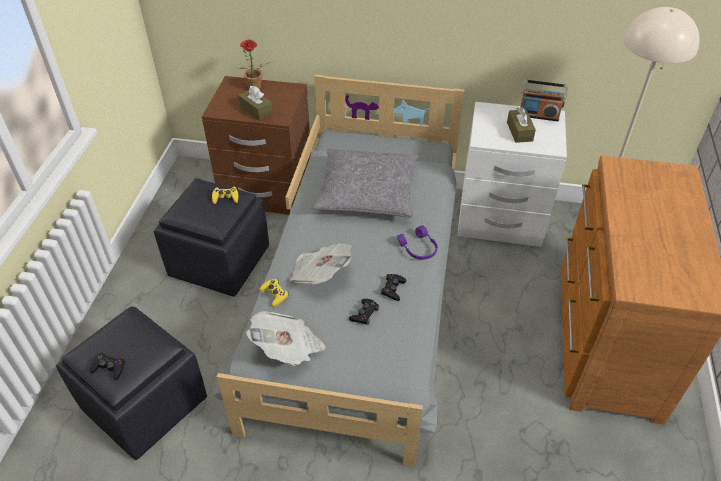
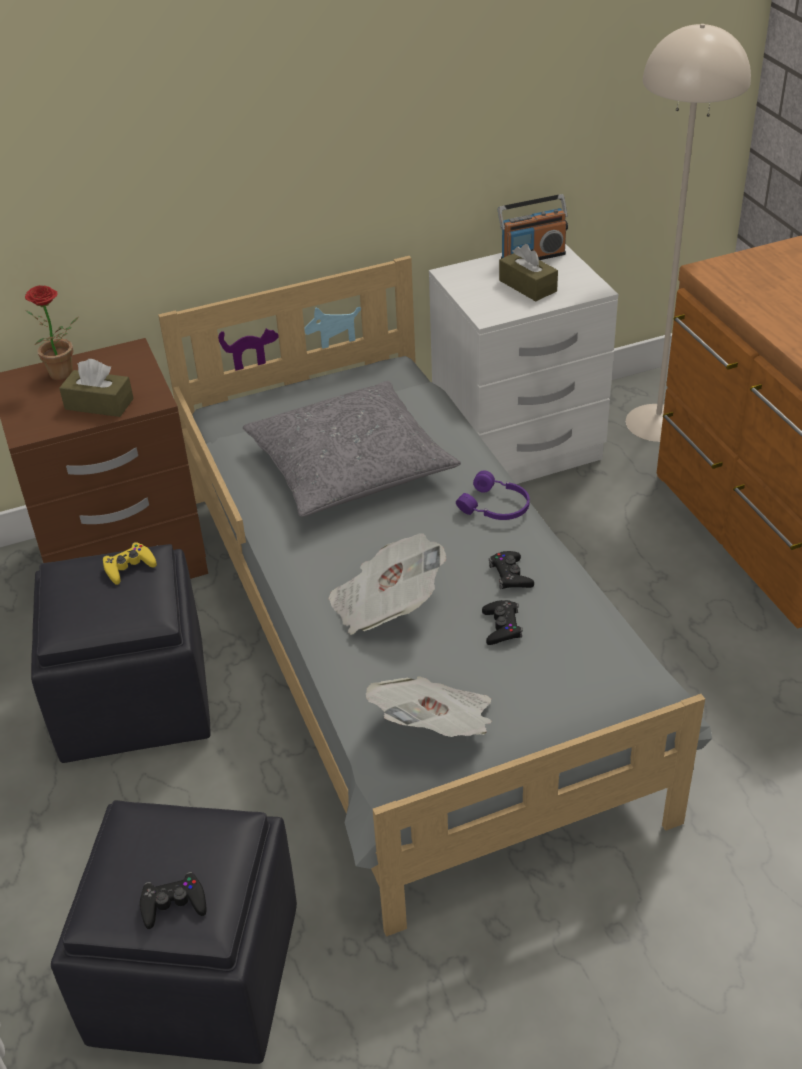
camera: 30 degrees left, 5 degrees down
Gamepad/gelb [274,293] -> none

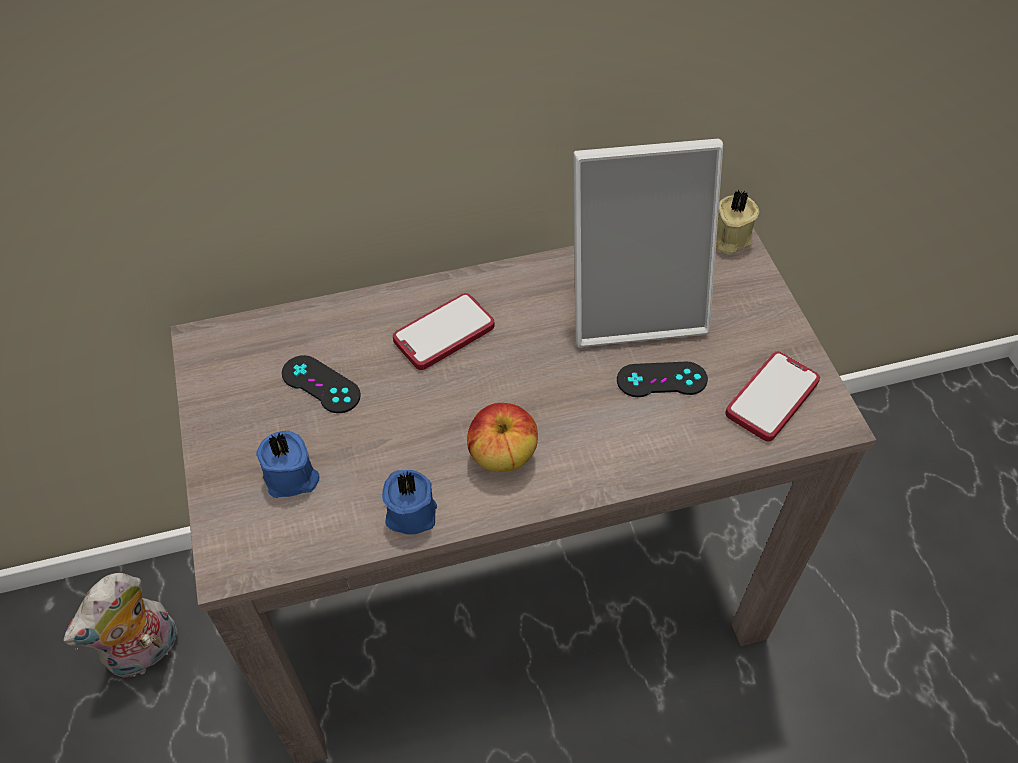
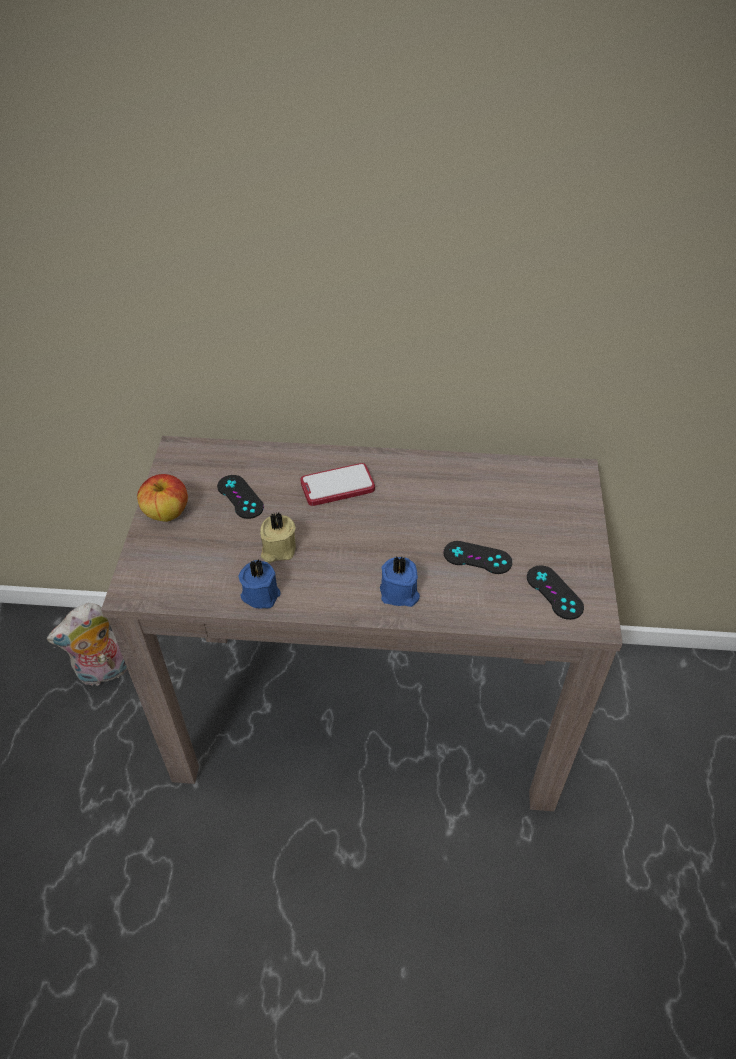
camera: 20 degrees right, 5 degrees down
Bilderrahmen [648,243] -> none
Kerze/blau [287,464] -> Kerze/blau [400,581], shifted
Apfel [502,437] -> Apfel [162,498], shifted
Kerze/beige [738,222] -> Kerze/beige [278,537], shifted
Handy [772,396] -> Gamepad/schwarz [555,592]

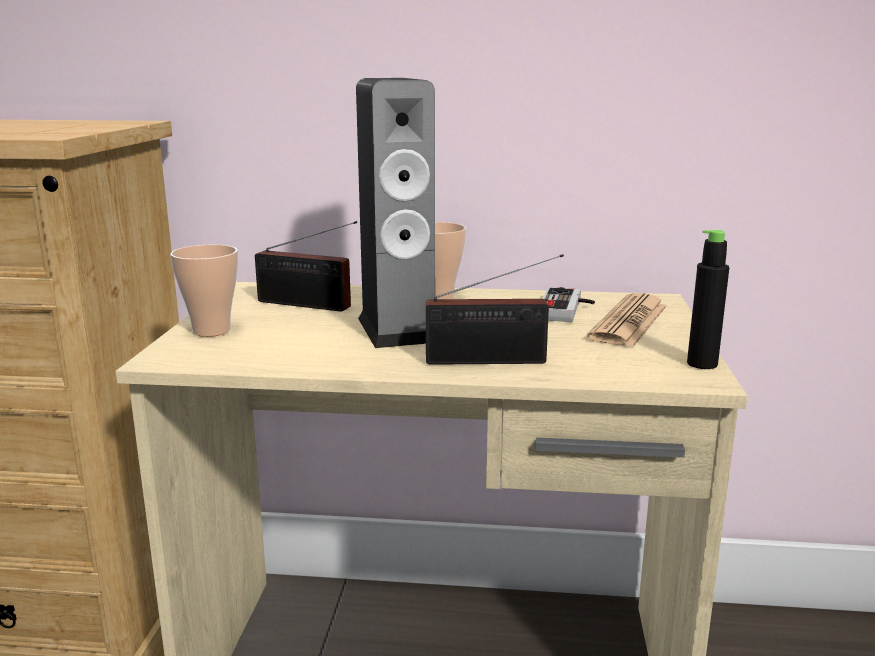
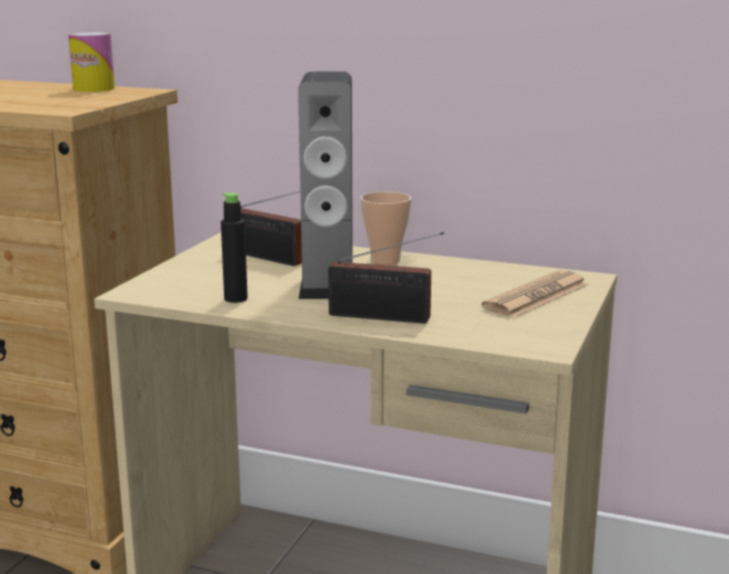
camera: 15 degrees right, 0 degrees up
Tasse [204,290] -> none
Gamepad [568,304] -> none
none -> Dose [91,62]
Flasche/schwarz [708,299] -> Flasche/schwarz [234,248], shifted

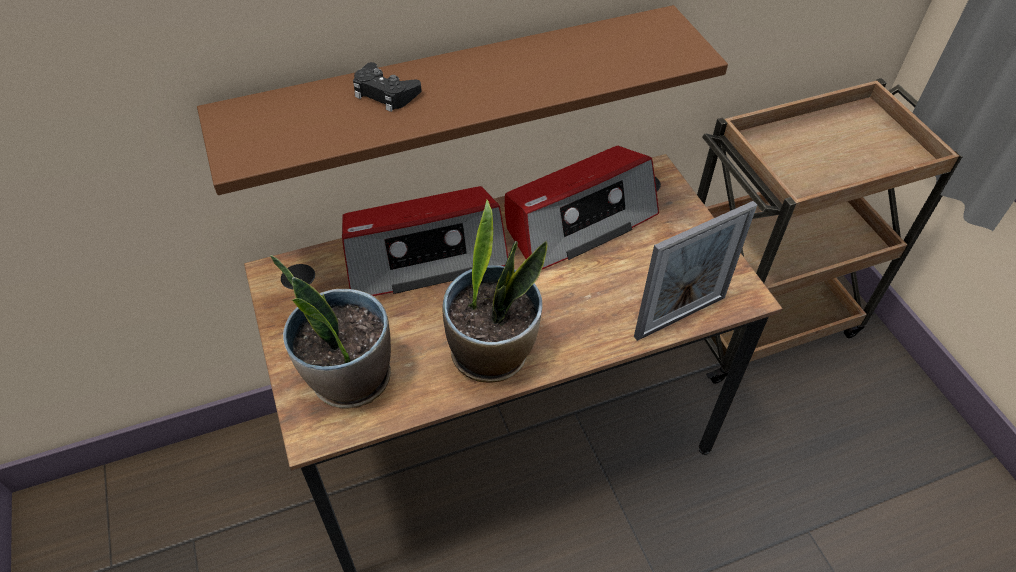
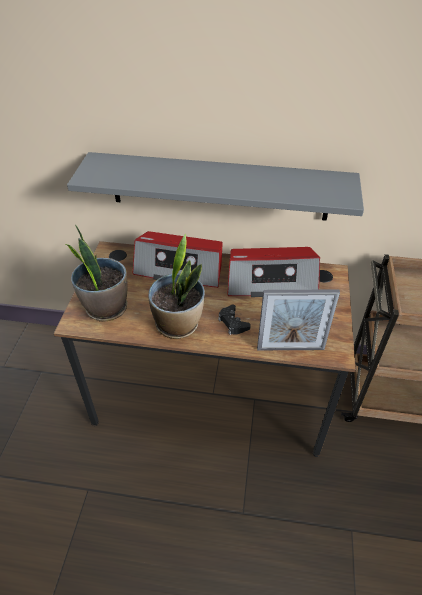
camera: 30 degrees right, 5 degrees down
Gamepad/schwarz [387,87] -> Gamepad/schwarz [234,320], shifted
Wandregal/braun [462,100] -> Wandregal/grau [215,186]

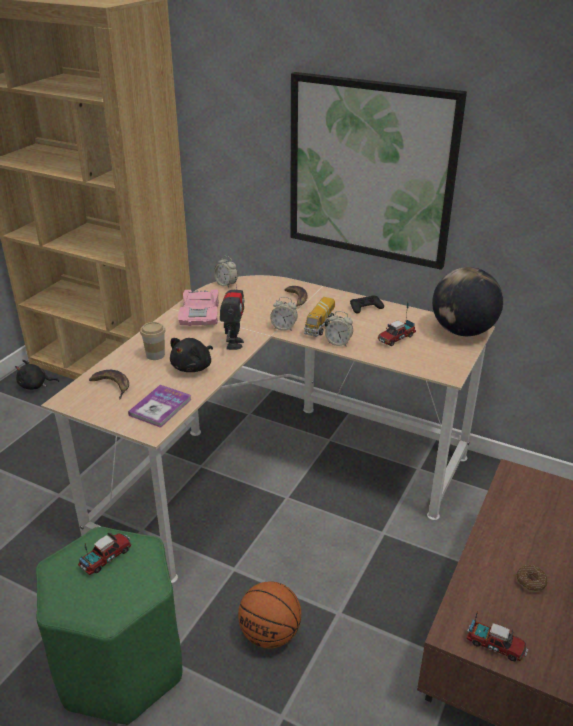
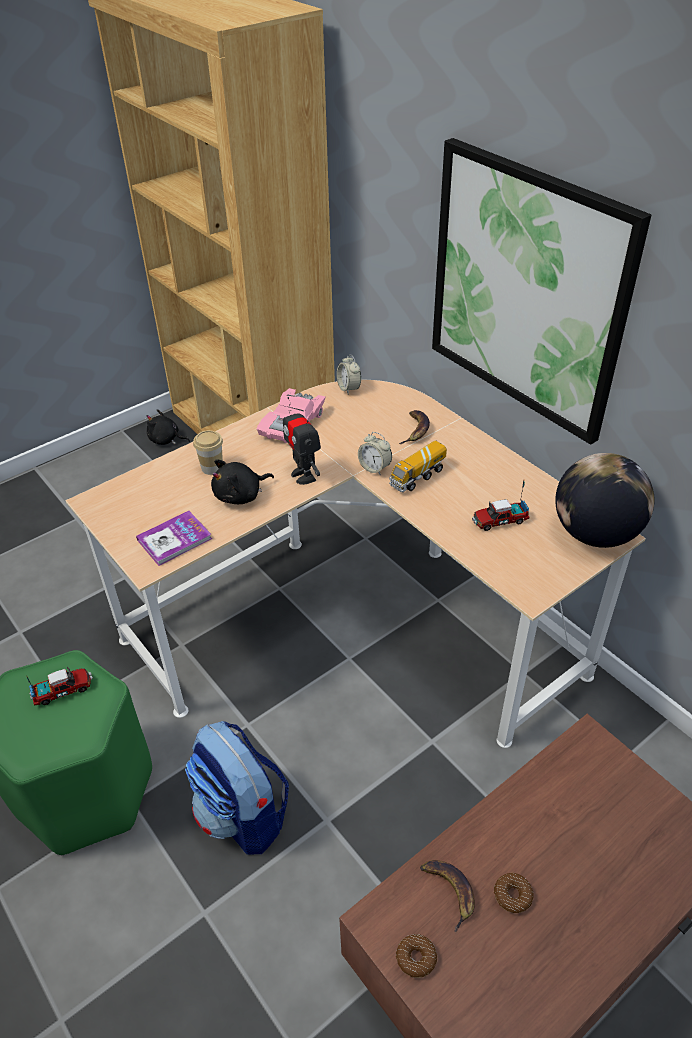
camera: 25 degrees right, 10 degrees up
Wecker [339,328] -> none
Gamepad/schwarz [367,305] -> none
Banane [109,385] -> Banane [447,896], shifted
Basketball [269,614] -> Rucksack [237,788]
Spielzeuglaster [497,636] -> Donut [416,956]
Spielzeugroboter [232,313] -> Spielzeugroboter [302,441], 120 degrees clockwise

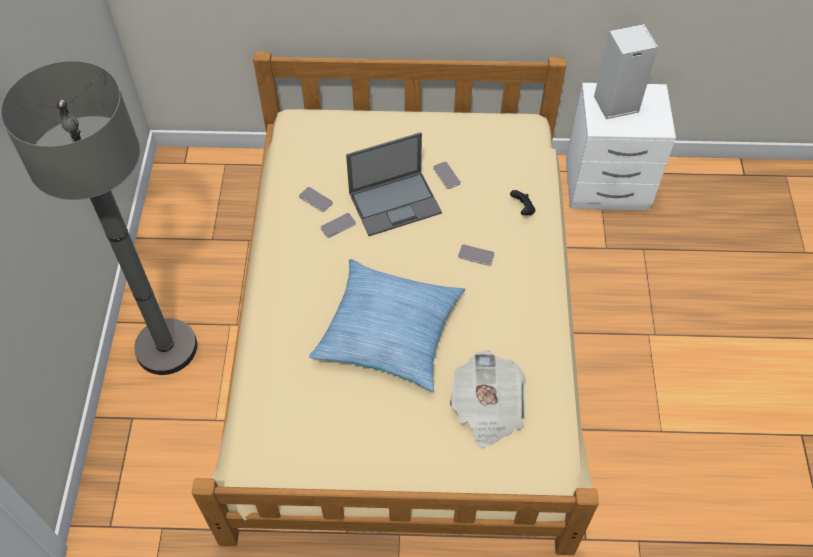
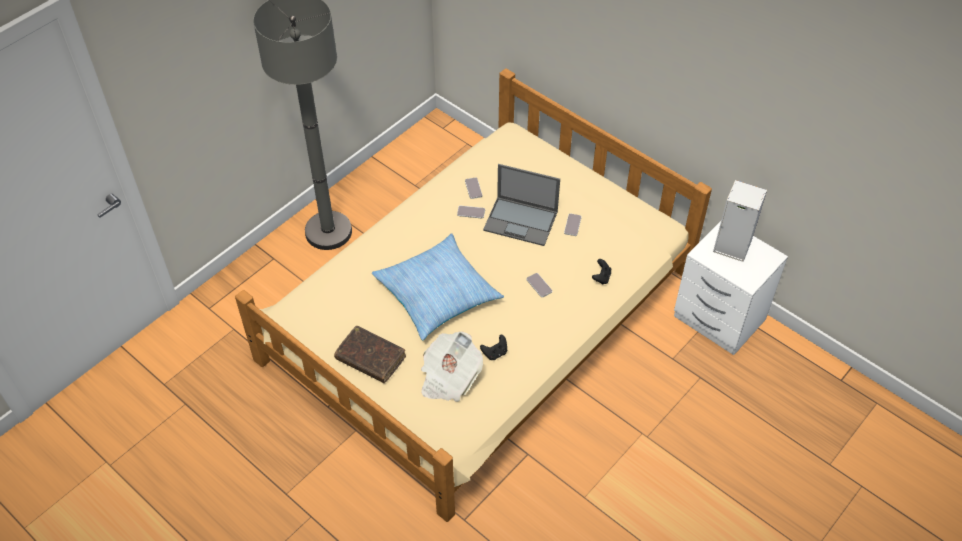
camera: 40 degrees right, 5 degrees down
none -> Buch/braun [370,354]
none -> Gamepad/schwarz [493,347]

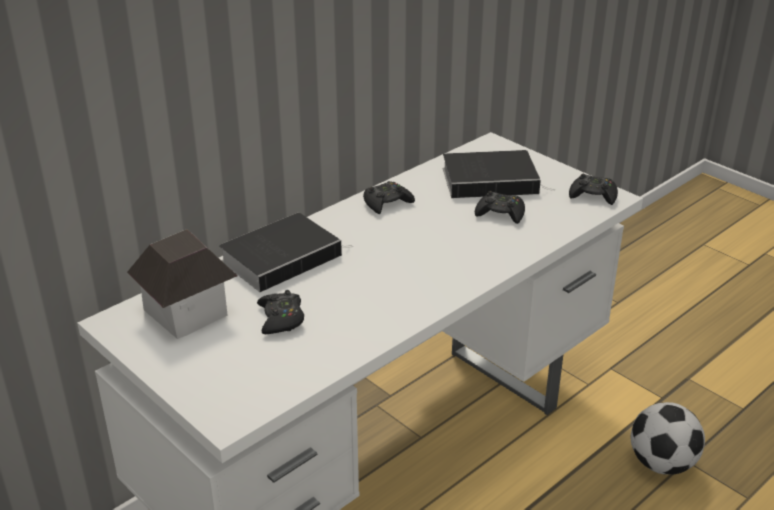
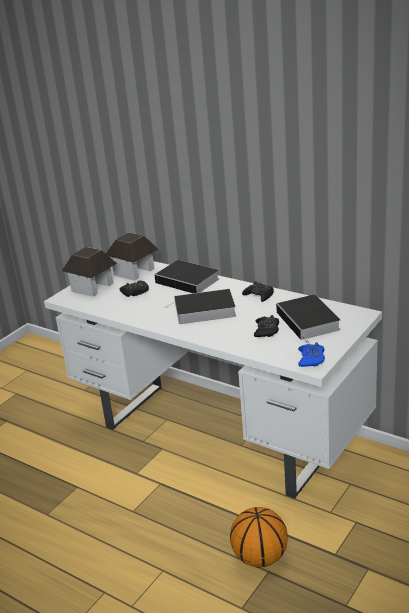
camera: 80 degrees right, 5 degrees down
none -> Spielzeughaus [89,272]
none -> Buch [200,306]
Fußball [668,438] -> Basketball [259,537]
Gamepad/schwarz [593,189] -> Gamepad/blau [311,354]

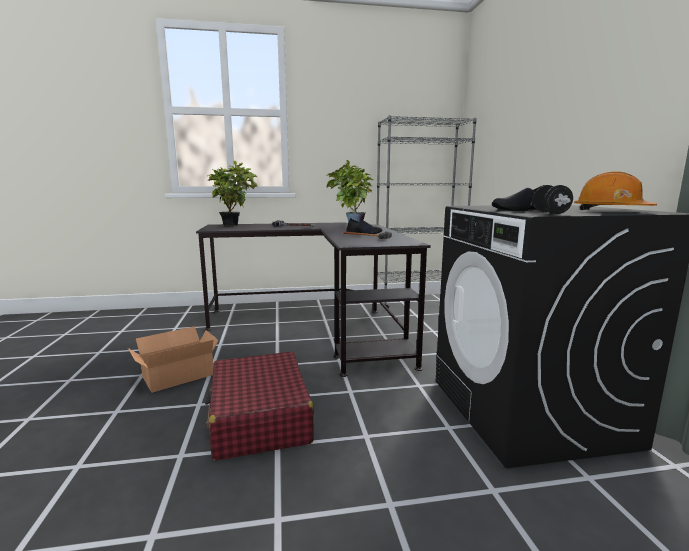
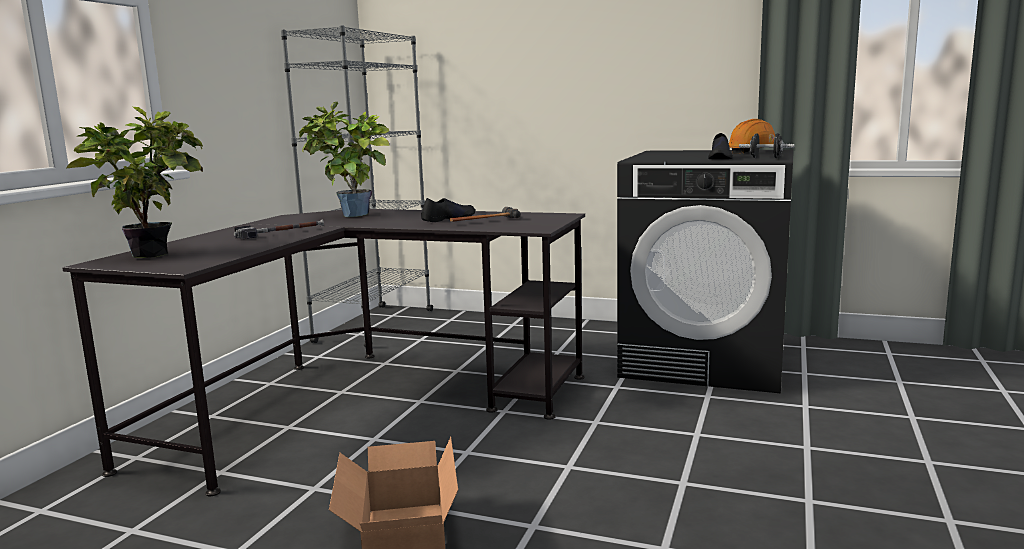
camera: 60 degrees left, 0 degrees up
Koffer/rot [259,406] -> none

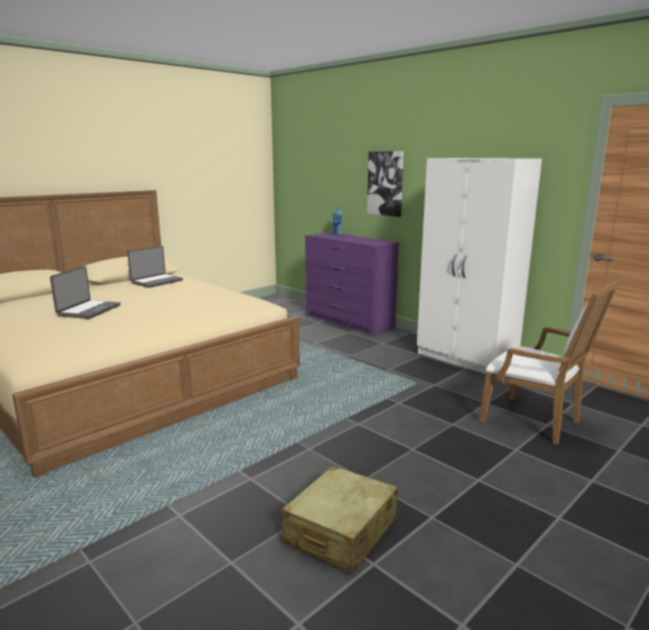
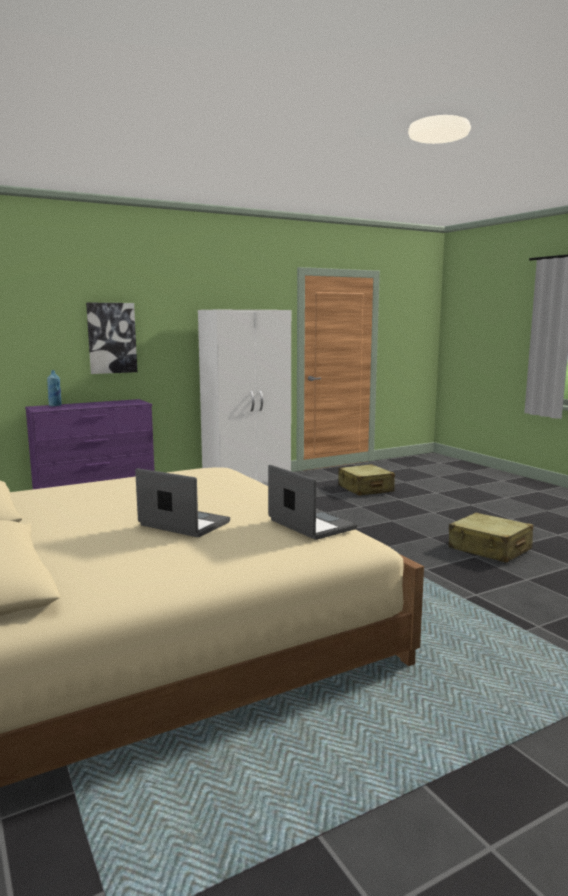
camera: 75 degrees left, 5 degrees down
Laptop [155,267] -> Laptop [313,502], shifted
Sessel/weiß [548,363] -> Koffer/beige [366,480]

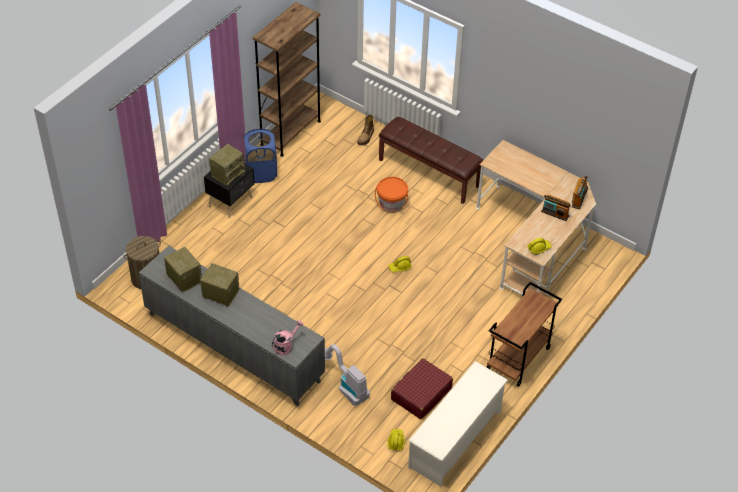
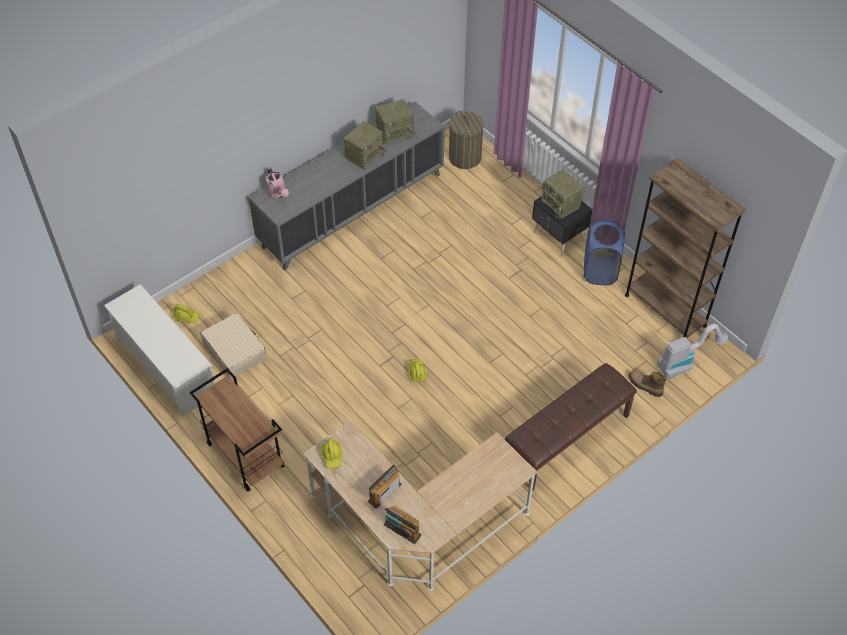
camera: 105 degrees right, 5 degrees up
Eimer/orange [391,195] -> none
Staubsauger [347,375] -> Staubsauger [692,351], shifted
Koffer/rot [422,388] -> Koffer/beige [233,346]

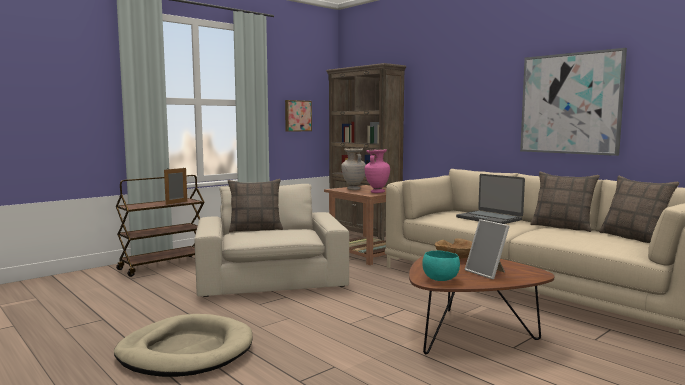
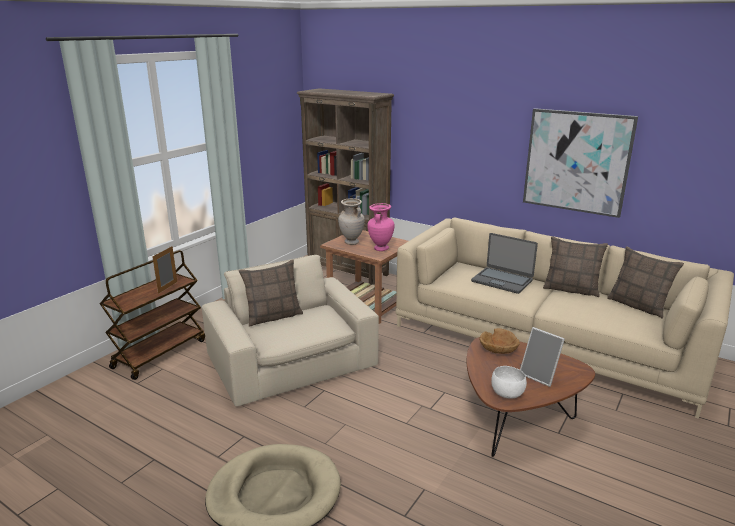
camera: 15 degrees left, 15 degrees up
Bild [298,116] -> none
Schüssel/türkis [441,266] -> Schüssel/weiß [509,382]

